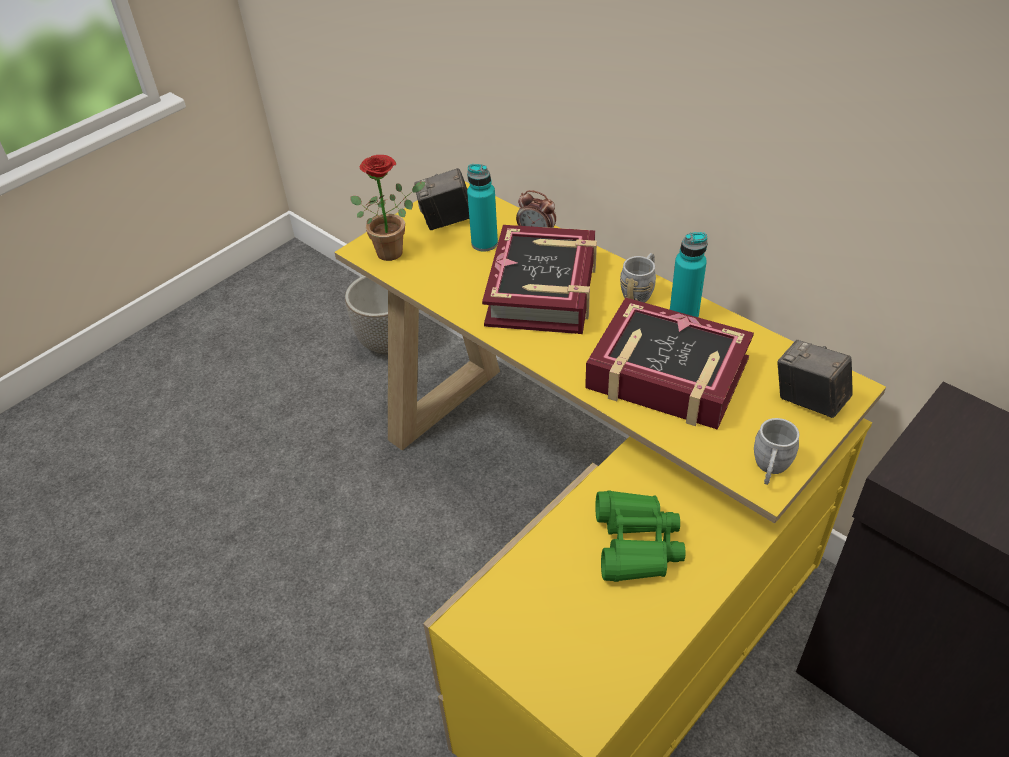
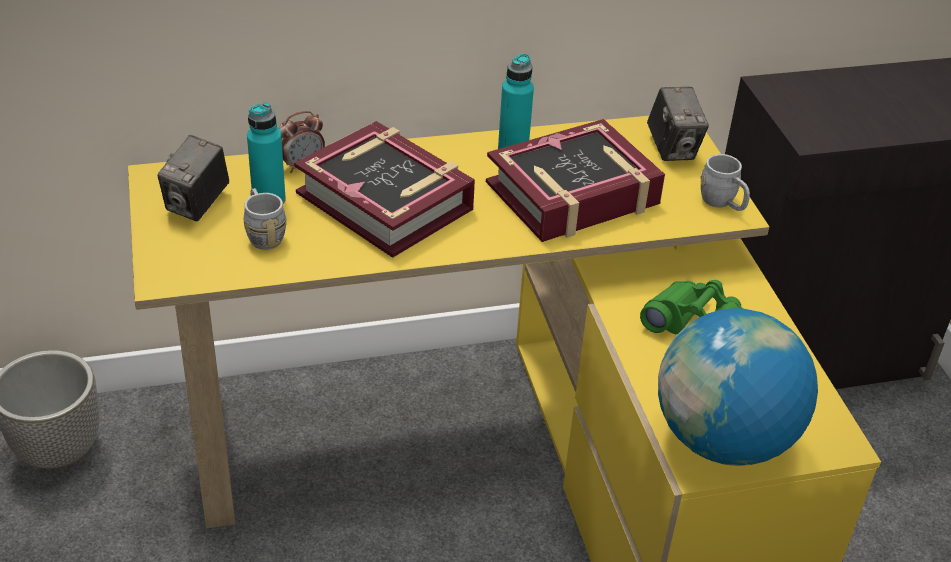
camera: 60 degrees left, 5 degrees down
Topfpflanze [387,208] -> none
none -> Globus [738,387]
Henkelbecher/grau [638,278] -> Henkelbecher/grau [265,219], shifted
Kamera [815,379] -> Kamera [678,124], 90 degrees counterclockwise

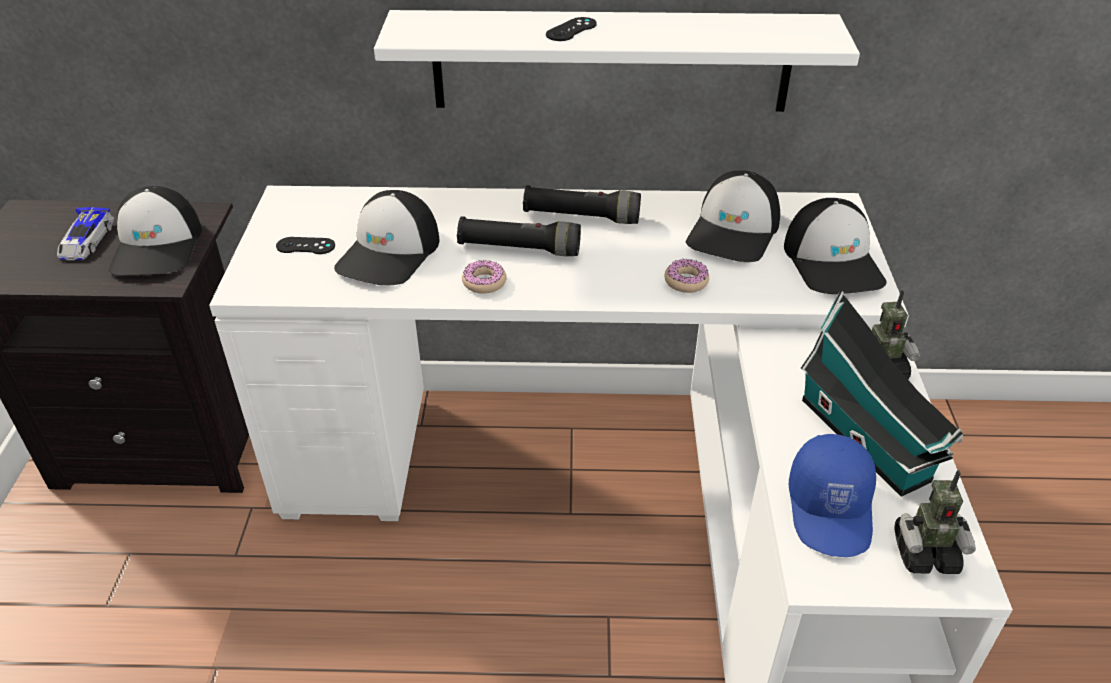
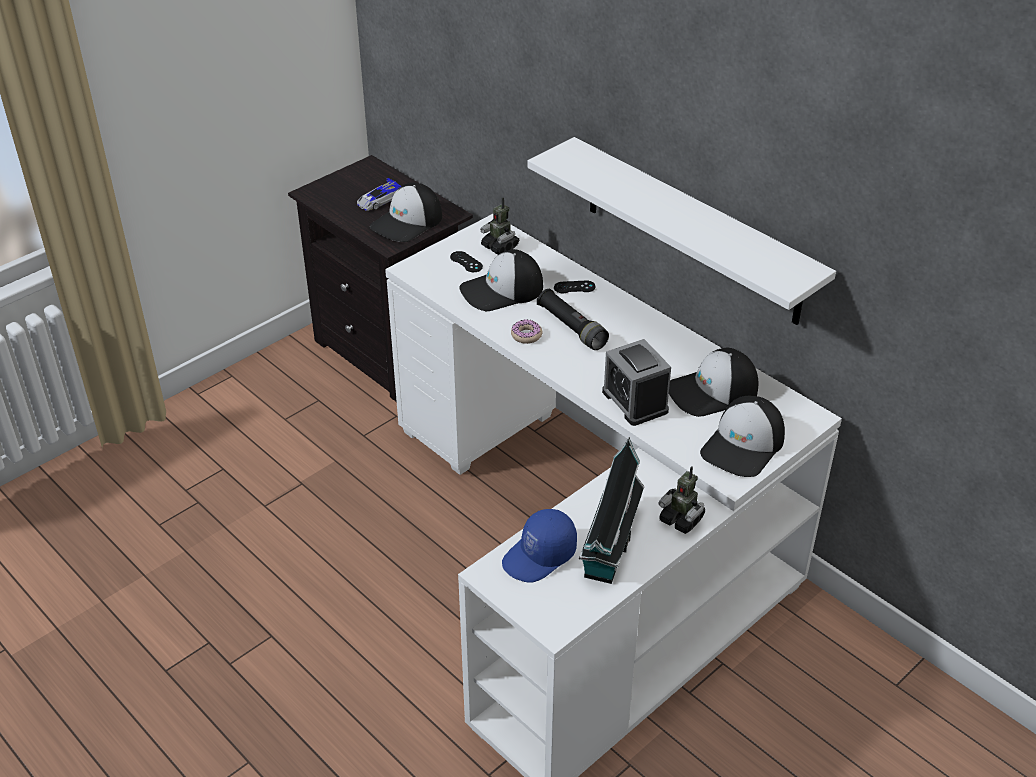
camera: 45 degrees right, 0 degrees up
Taschenlampe/schwarz [582,204] -> none
Gamepad/schwarz [571,29] -> Gamepad/schwarz [574,287], shifted
Spielzeugroboter [935,522] -> Spielzeugroboter [499,226], shifted
Donut [687,276] -> Wecker [636,382]

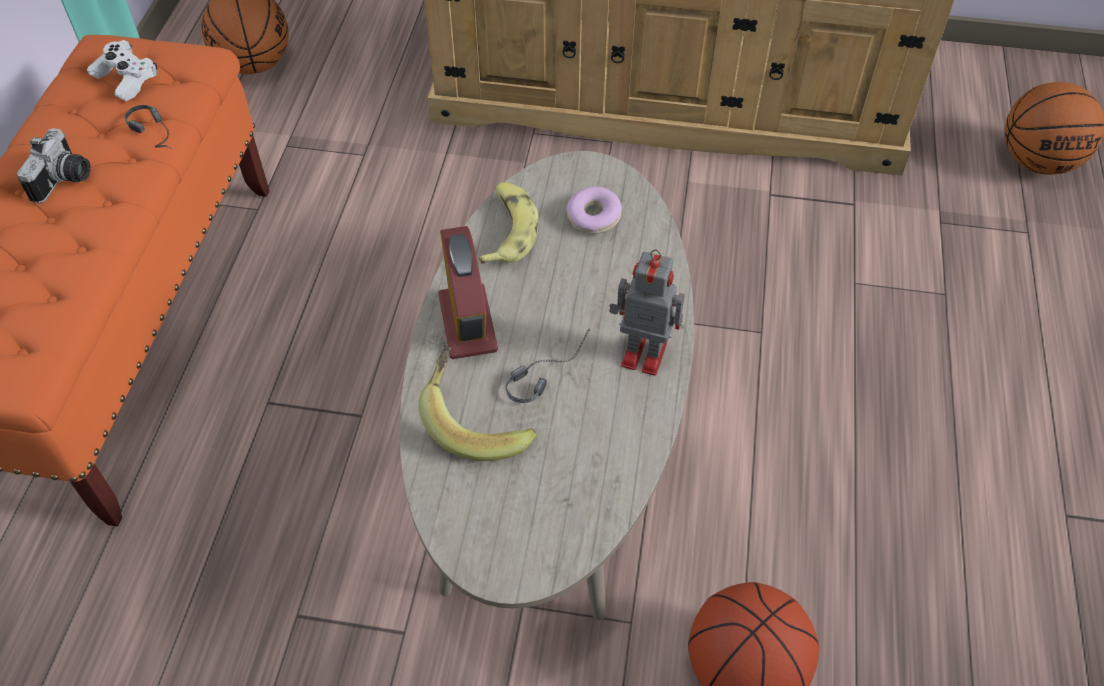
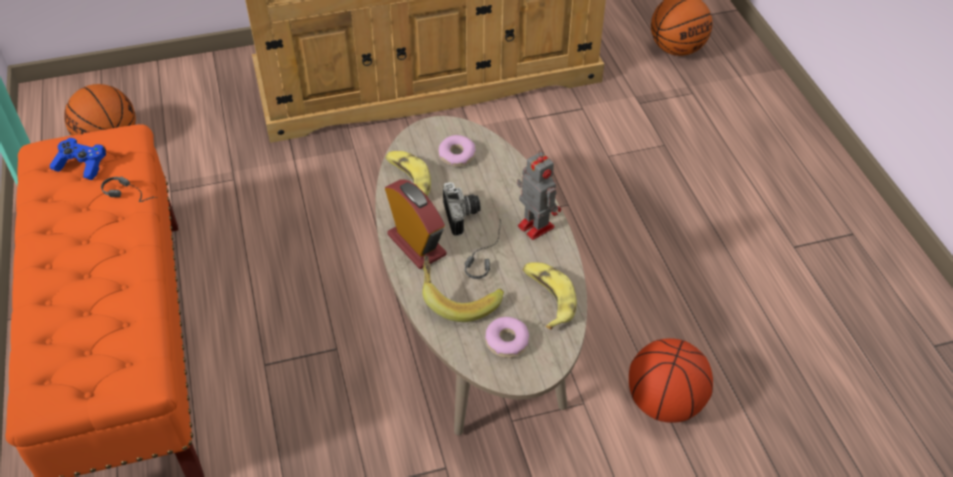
camera: 25 degrees left, 5 degrees down
none -> Donut [507,337]
none -> Banane [550,296]
Kamera [53,166] -> Kamera [462,209], shifted
Gamepad/weiß [122,70] -> Gamepad/blau [78,159]
Spielzeugroboter [647,313] -> Spielzeugroboter [539,195], 60 degrees clockwise

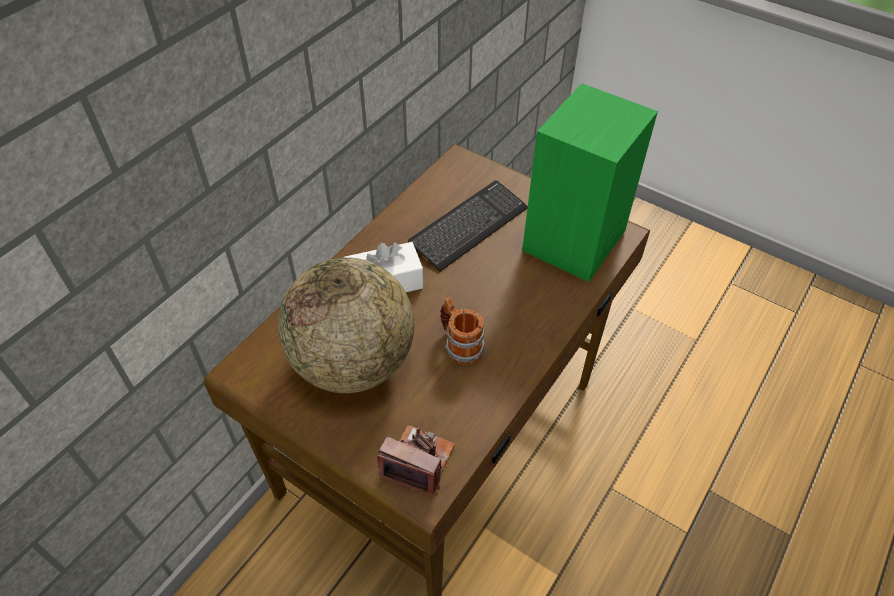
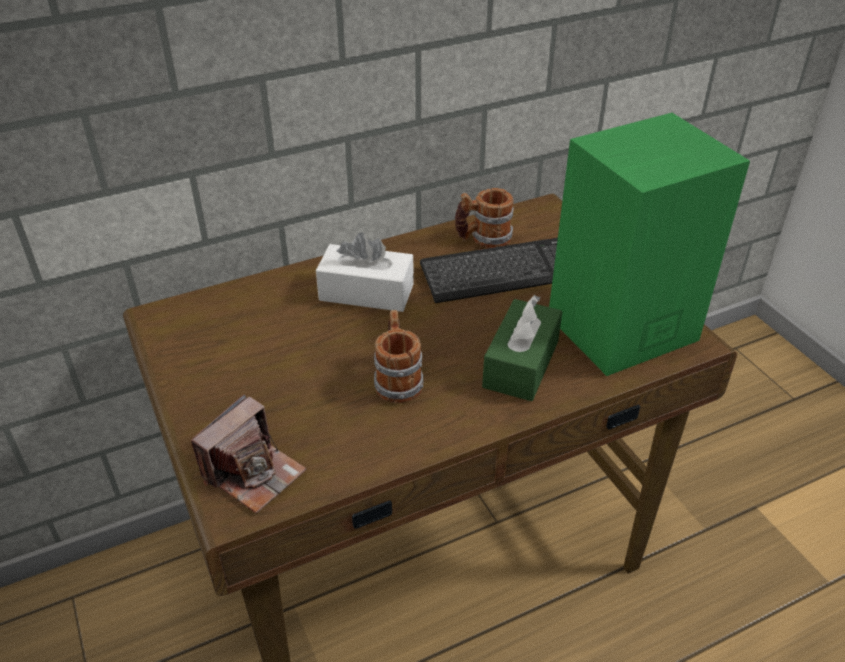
camera: 30 degrees right, 10 degrees down
Globus [346,325] -> none
none -> Henkelbecher [484,218]
none -> Taschentuchbox/grün [522,348]
Kamera [416,460] -> Kamera [249,453], 75 degrees clockwise

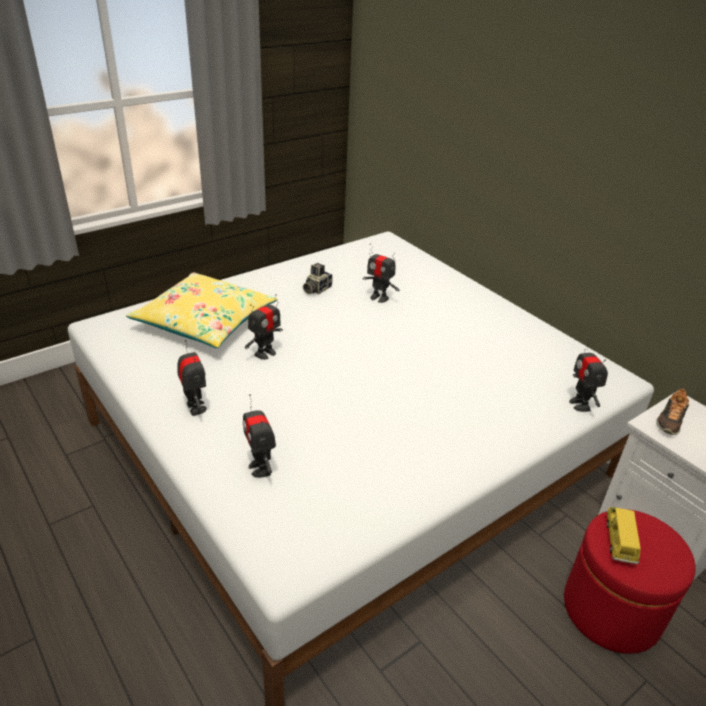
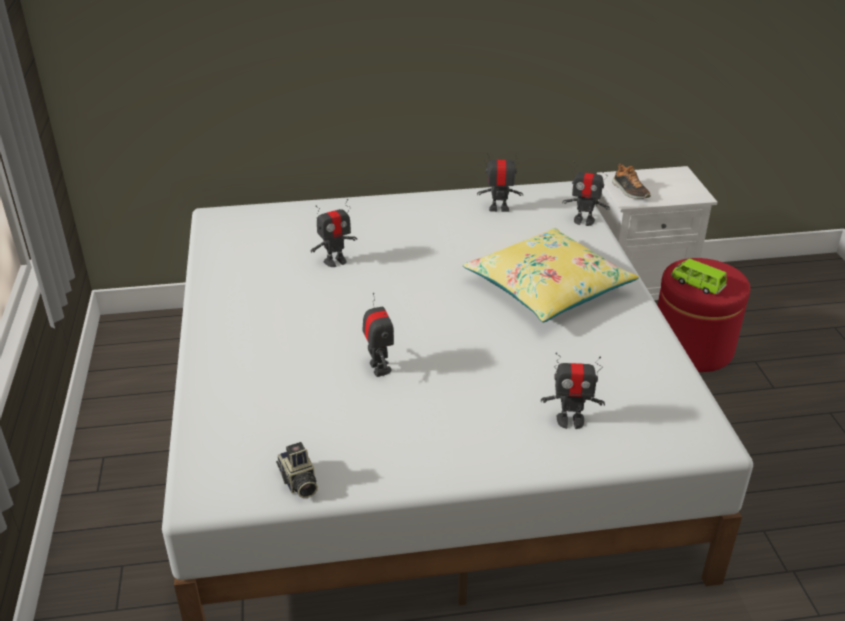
camera: 60 degrees left, 0 degrees up
Kissen/gelb [202,310] -> Kissen/gelb [551,275], shifted
Spielzeugroboter [192,378] -> Spielzeugroboter [500,181], shifted
Kamera [318,278] -> Kamera [297,470], shifted
Spielzeugauto/gelb [624,535] -> Spielzeugauto/grün [699,276]

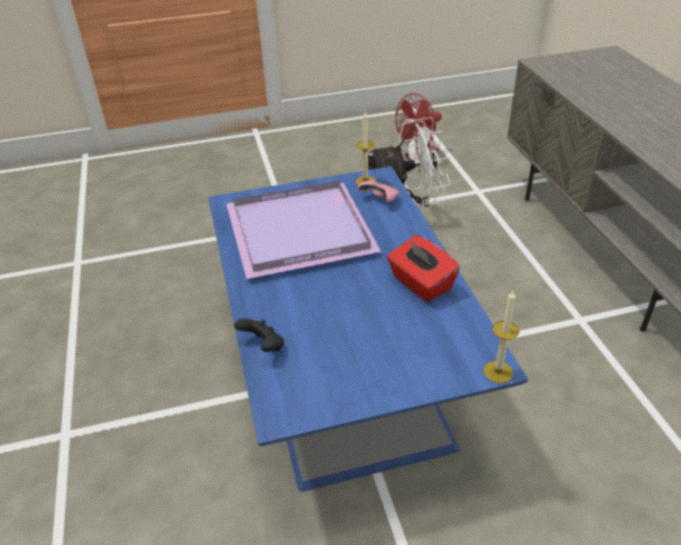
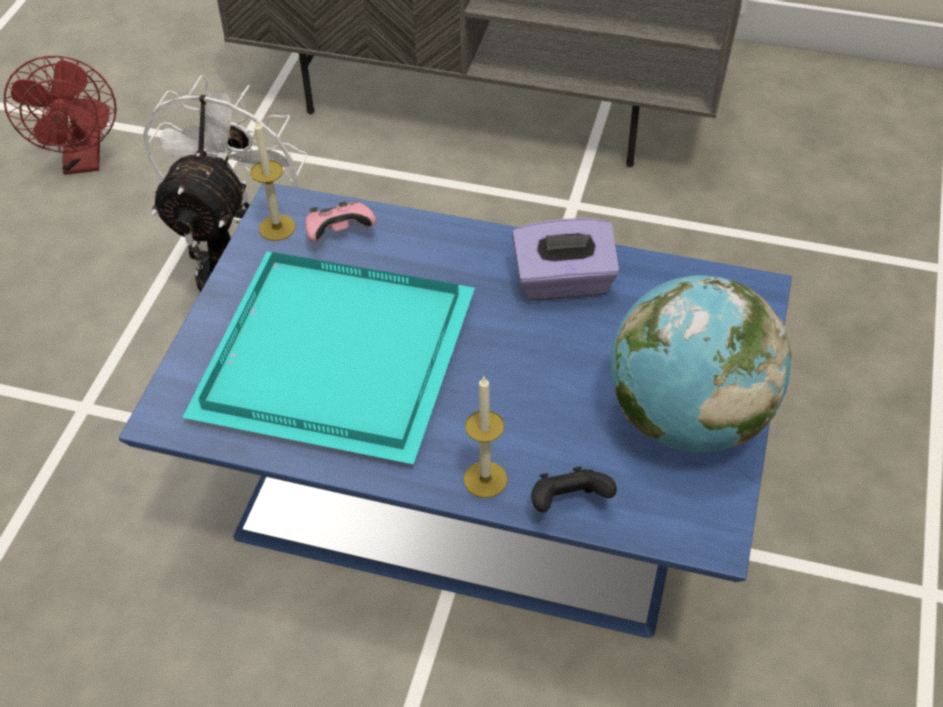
camera: 60 degrees left, 10 degrees up
none -> Globus [700,363]
Kerze [501,337] -> Kerze [485,436], shifted
Tablett/lila [303,230] -> Tablett/türkis [328,357]
Taschentuchbox/rot [423,268] -> Taschentuchbox/lila [566,259]

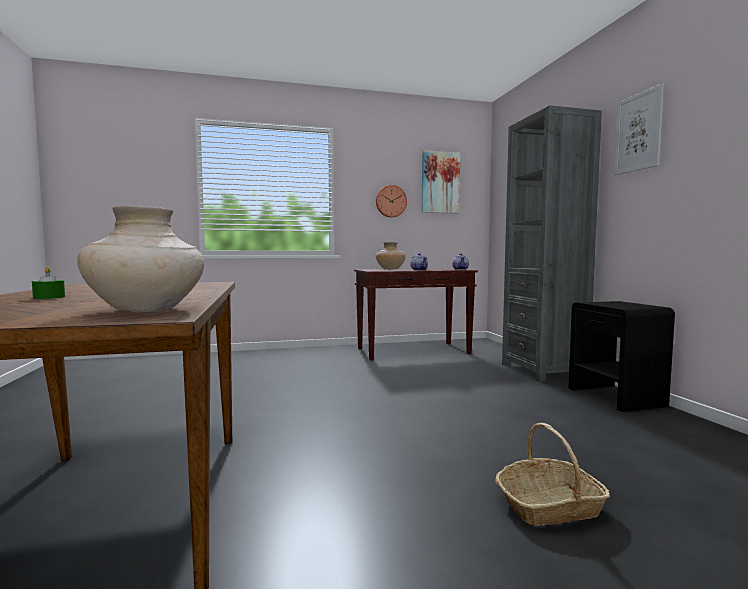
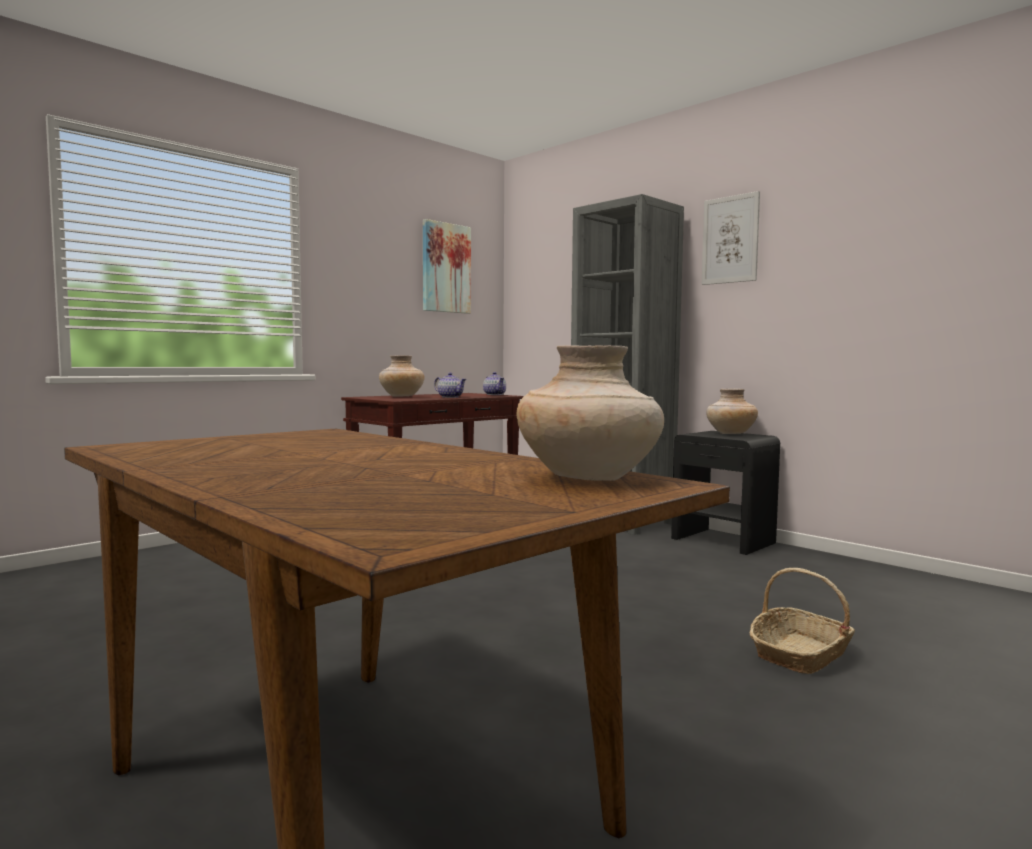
camera: 30 degrees left, 0 degrees up
Kerze/grün [48,283] -> none
Wanduhr [391,201] -> none
none -> Vase/beige [732,411]

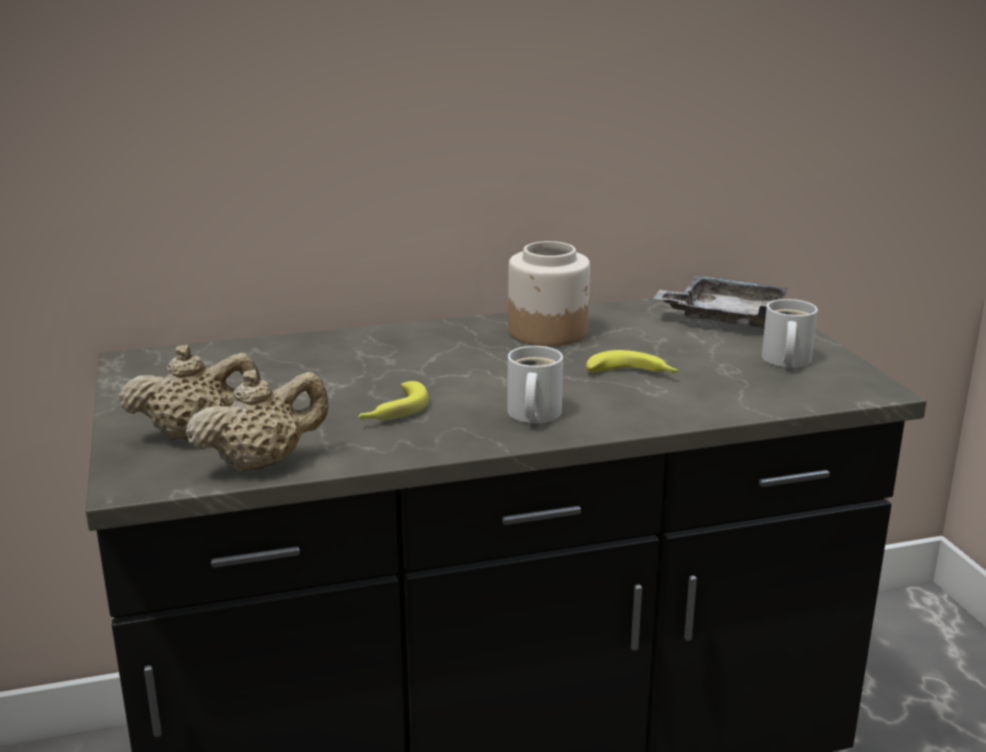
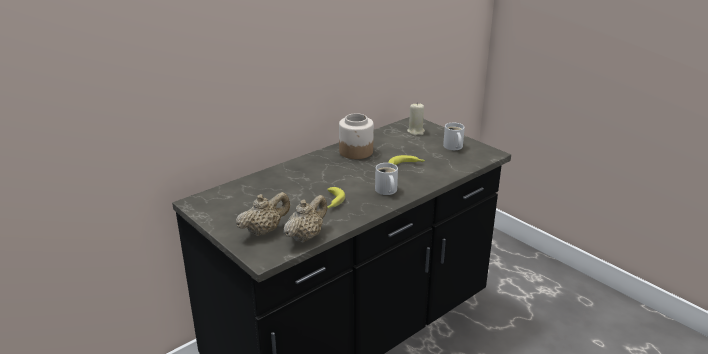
camera: 25 degrees left, 5 degrees up
Tablett/grau [720,302] -> Kerze/beige [416,118]

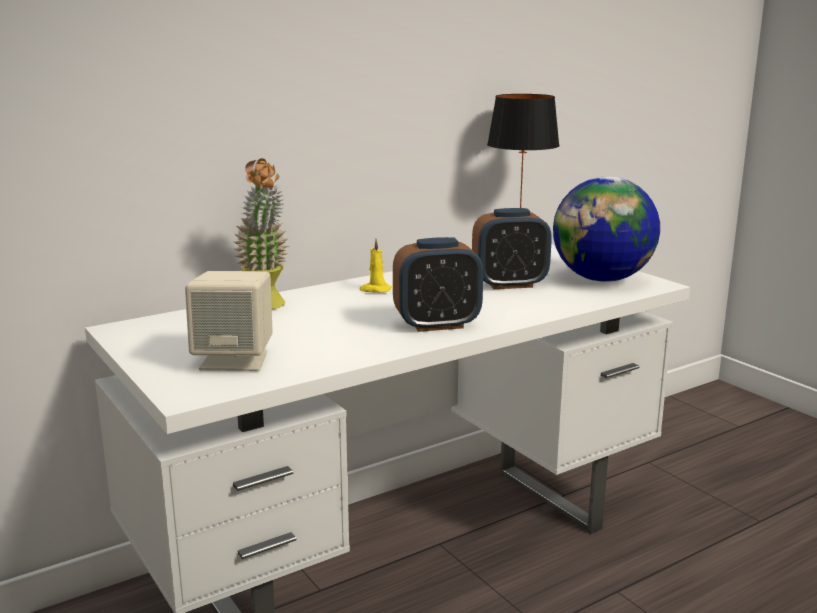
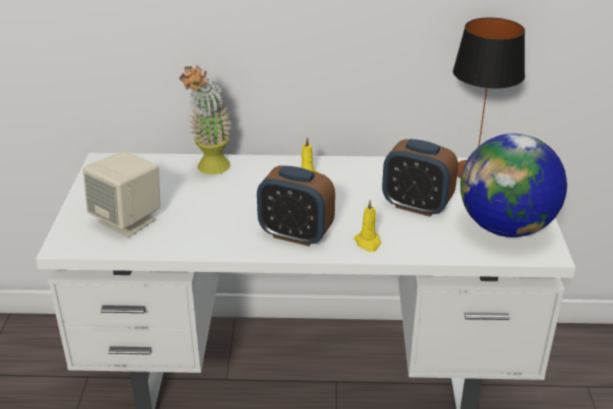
camera: 35 degrees right, 15 degrees up
none -> Kerze/gelb [367,226]

